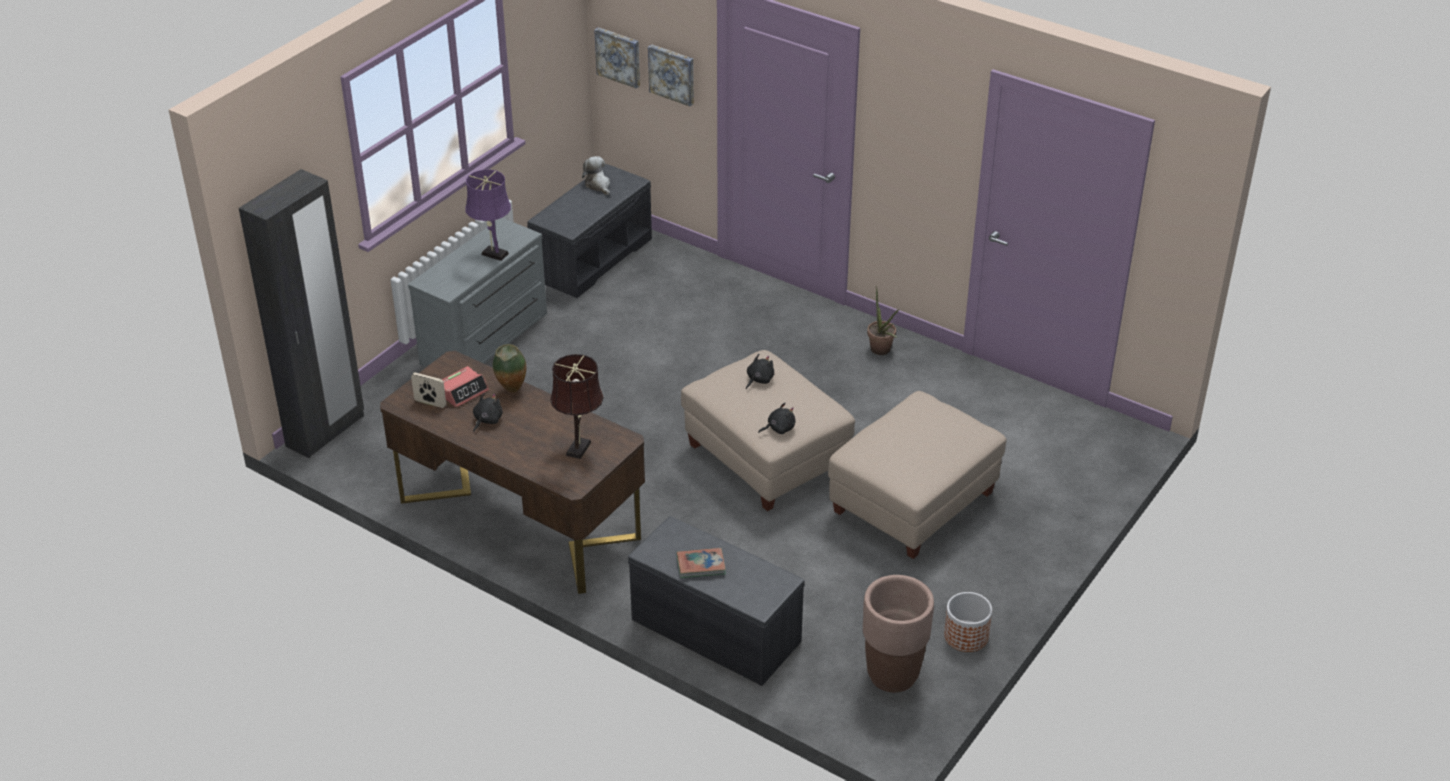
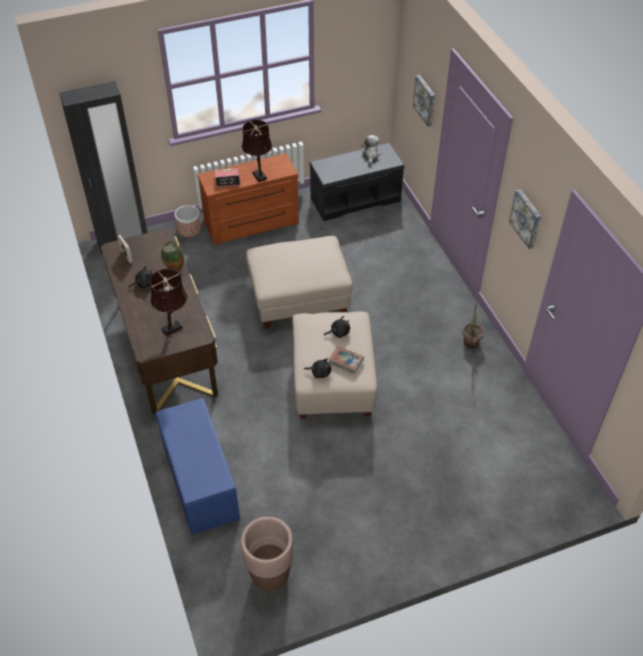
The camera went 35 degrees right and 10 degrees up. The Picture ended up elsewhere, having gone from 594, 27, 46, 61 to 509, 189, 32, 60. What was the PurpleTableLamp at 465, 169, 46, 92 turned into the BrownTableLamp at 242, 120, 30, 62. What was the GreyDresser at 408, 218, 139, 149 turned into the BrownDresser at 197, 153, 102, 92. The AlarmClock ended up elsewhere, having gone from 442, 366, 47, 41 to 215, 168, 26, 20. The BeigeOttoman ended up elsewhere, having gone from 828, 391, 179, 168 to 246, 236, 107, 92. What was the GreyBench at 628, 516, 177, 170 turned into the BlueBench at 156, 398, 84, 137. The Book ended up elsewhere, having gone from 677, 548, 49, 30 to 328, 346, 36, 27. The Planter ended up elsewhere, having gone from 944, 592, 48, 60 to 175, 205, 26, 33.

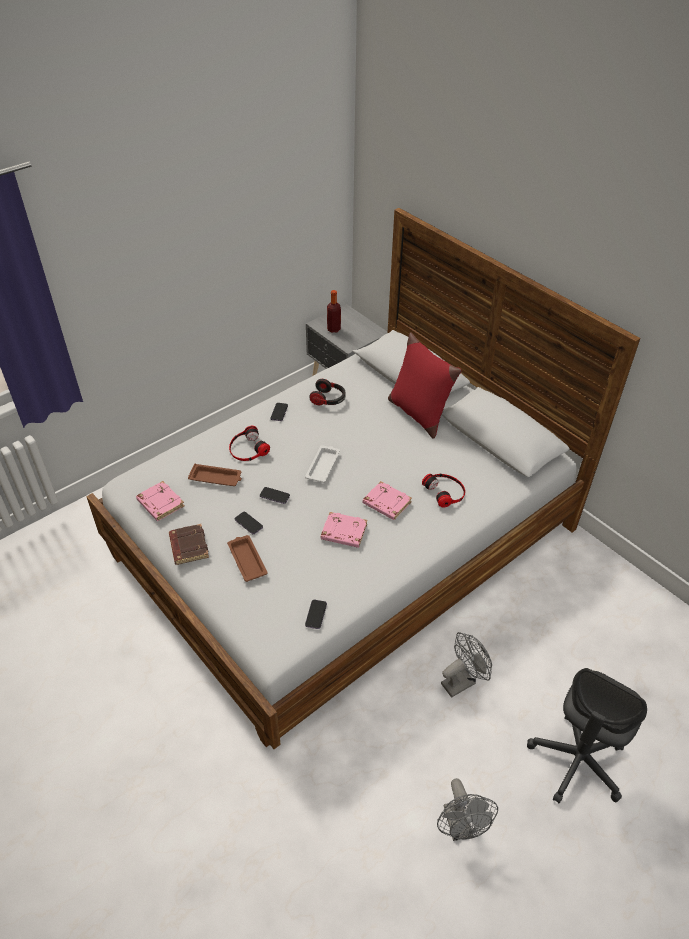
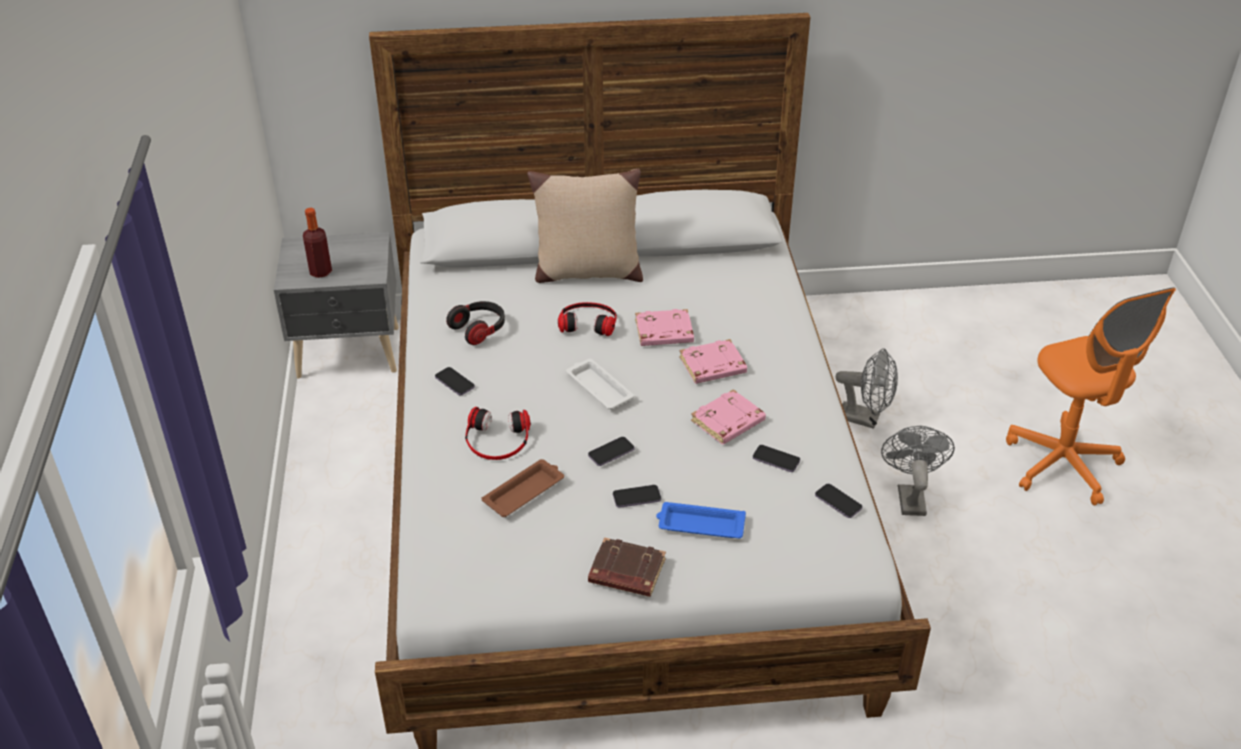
The camera went 55 degrees left and 5 degrees down. What was the RedPillow at 388, 332, 73, 107 turned into the BeigePillow at 527, 169, 116, 114. The Headphones ended up elsewhere, having gone from 422, 474, 43, 33 to 558, 302, 59, 34. The PinkBook ended up elsewhere, having gone from 136, 481, 48, 40 to 635, 309, 59, 37. What was the BrownTray at 227, 535, 40, 47 turned into the BlueTray at 656, 502, 90, 36. What was the GreyOfficeChair at 527, 668, 120, 135 turned into the OrangeOfficeChair at 1006, 287, 170, 218. The GreyFan ended up elsewhere, having gone from 437, 778, 61, 63 to 836, 348, 62, 81. The second view gained the Phone at 753, 445, 47, 27.

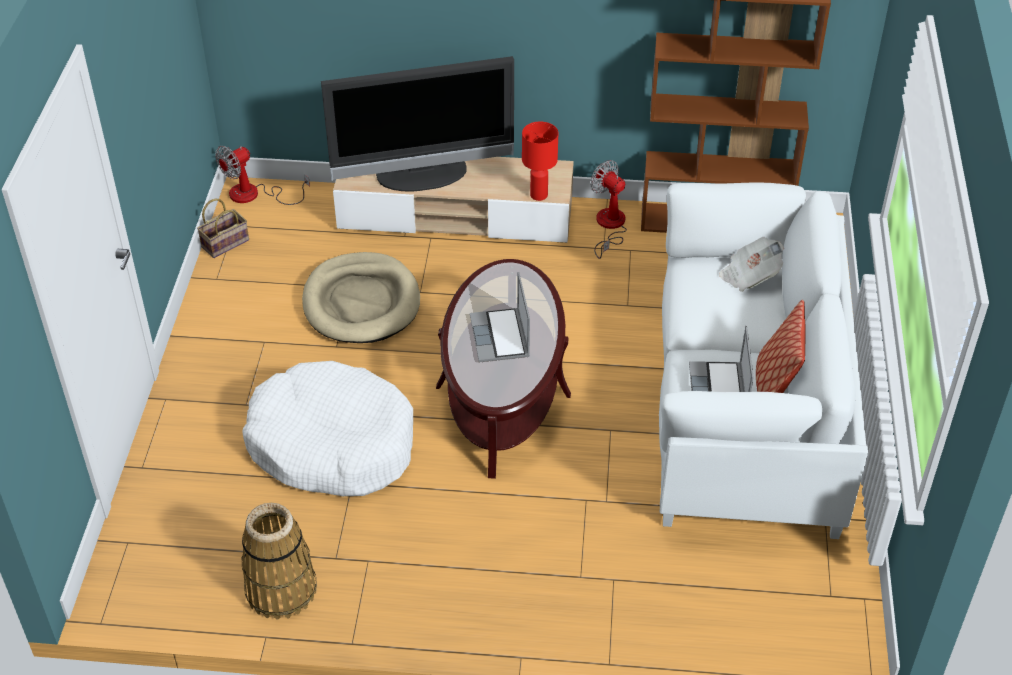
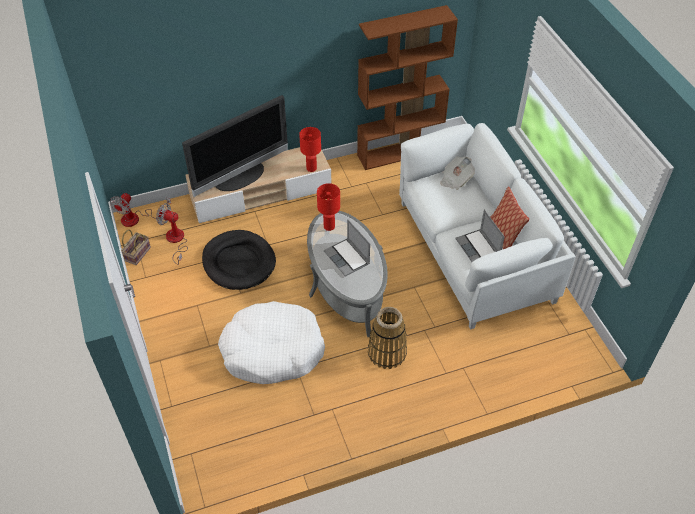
The camera went 25 degrees left and 5 degrees up. The Fan ended up elsewhere, having gone from 590, 160, 37, 99 to 156, 203, 32, 62. What was the BeigeDogBed at 302, 252, 118, 91 turned into the BlackDogBed at 202, 230, 74, 60. What was the BrownCoffeeTable at 436, 259, 135, 220 turned into the GreyCoffeeTable at 307, 211, 81, 126. The Basket ended up elsewhere, having gone from 242, 503, 75, 117 to 368, 307, 39, 62. The second view gained the RedTableLamp at 317, 183, 23, 48.

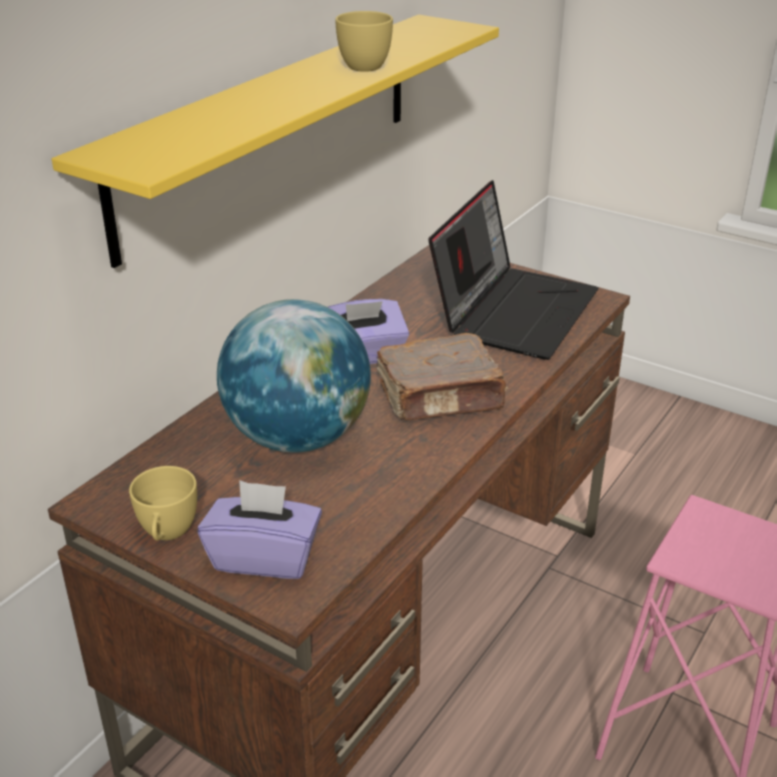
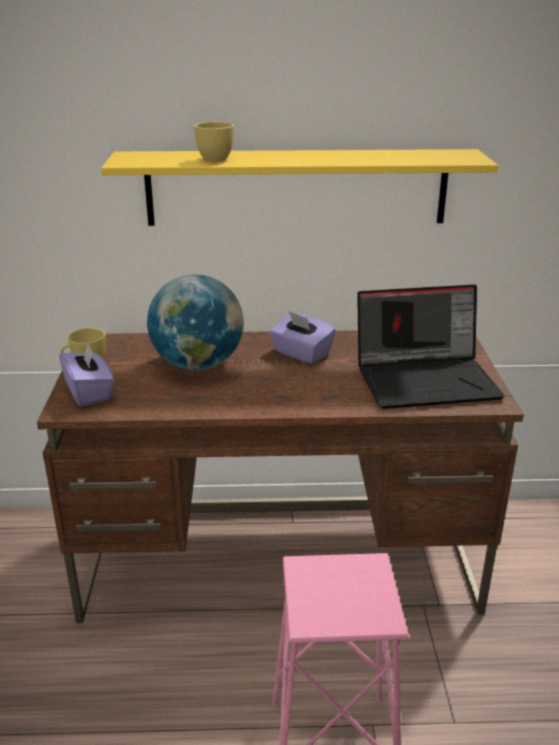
The camera went 55 degrees right and 5 degrees down. The YellowCup ended up elsewhere, having gone from 335, 11, 58, 61 to 194, 122, 40, 40. The second view lost the BrownBook at 377, 333, 131, 87.

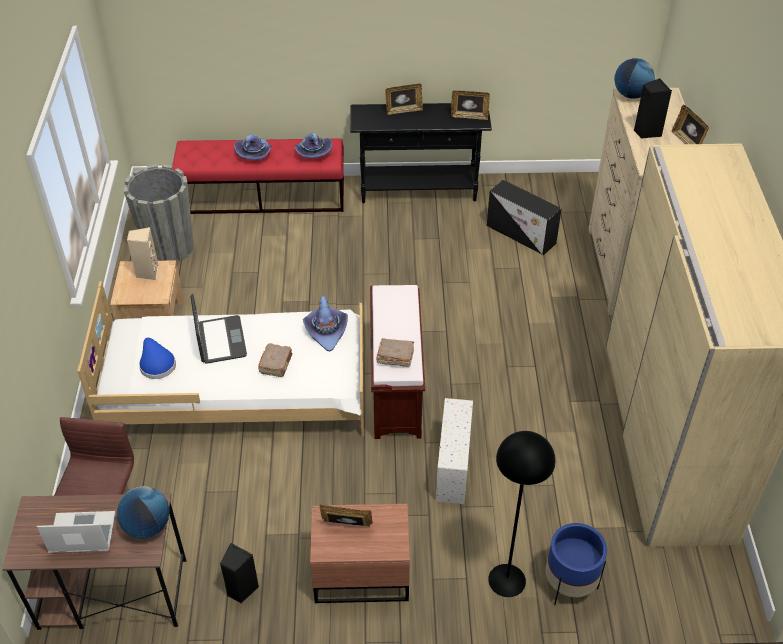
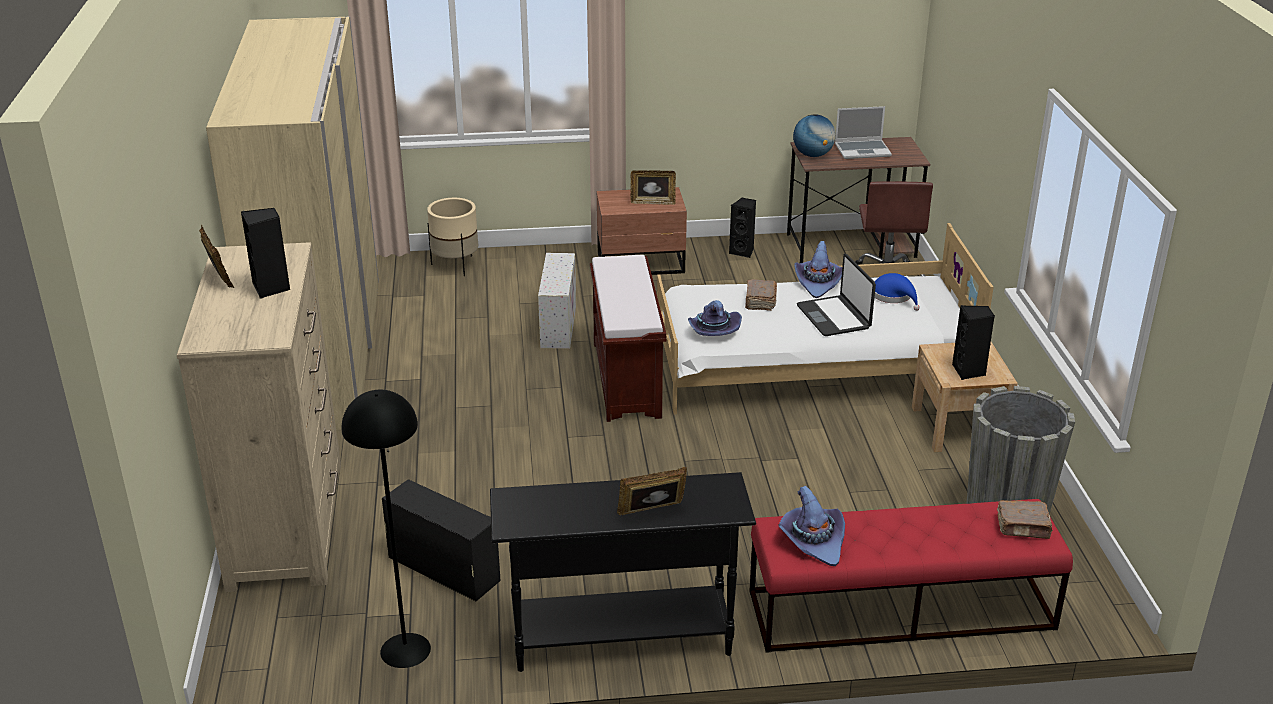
The camera went 175 degrees right and 15 degrees down. The second view lost the Globe at 614, 58, 41, 41. The second view lost the PictureFrame at 451, 91, 39, 29. The PurpleHat ended up elsewhere, having gone from 234, 134, 38, 26 to 794, 241, 48, 57. What was the BeigeSpeaker at 127, 227, 32, 54 turned into the BlackSpeaker at 952, 305, 43, 75. The BrownBook ended up elsewhere, having gone from 376, 338, 38, 29 to 997, 500, 56, 39. The BlackFloorLamp ended up elsewhere, having gone from 488, 431, 67, 166 to 342, 390, 89, 278. What was the BluePlanter at 546, 523, 61, 82 turned into the BeigePlanter at 427, 198, 51, 78.

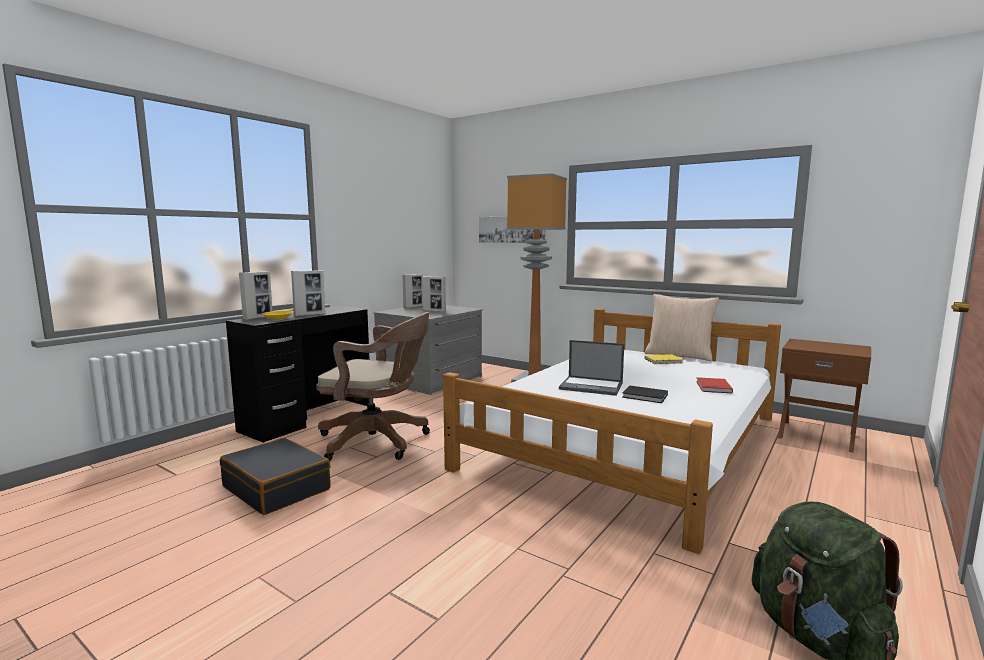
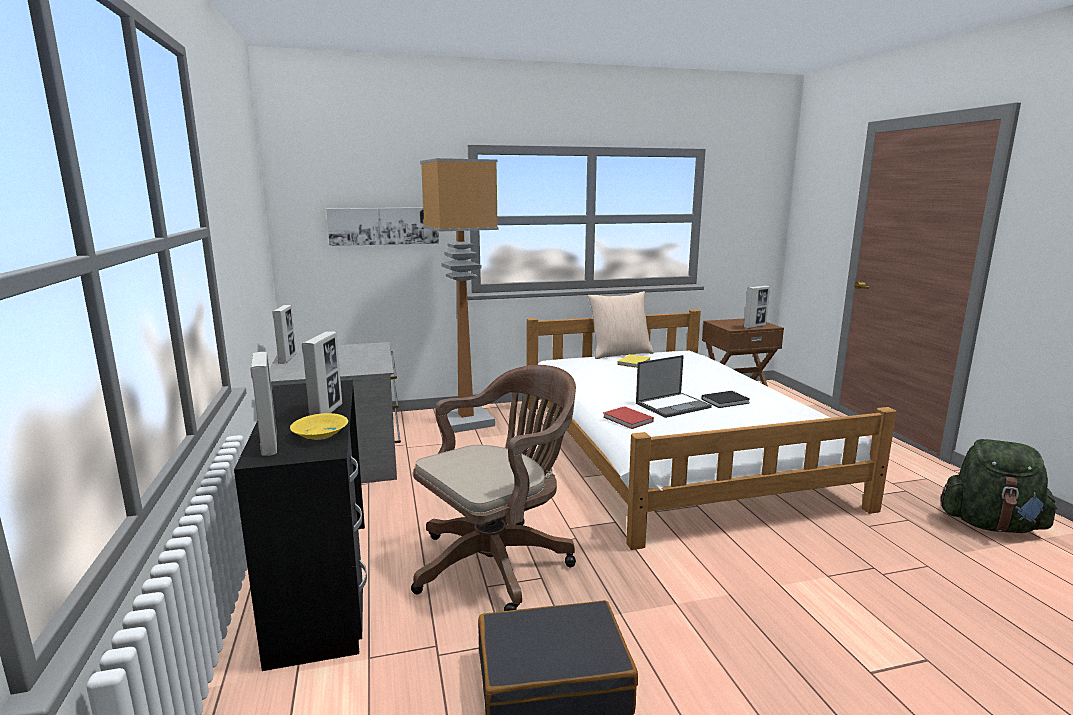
The camera went 50 degrees left and 5 degrees up. The PictureFrame ended up elsewhere, having gone from 422, 276, 24, 36 to 744, 286, 26, 43. The RedBook ended up elsewhere, having gone from 696, 377, 37, 17 to 603, 406, 51, 23.

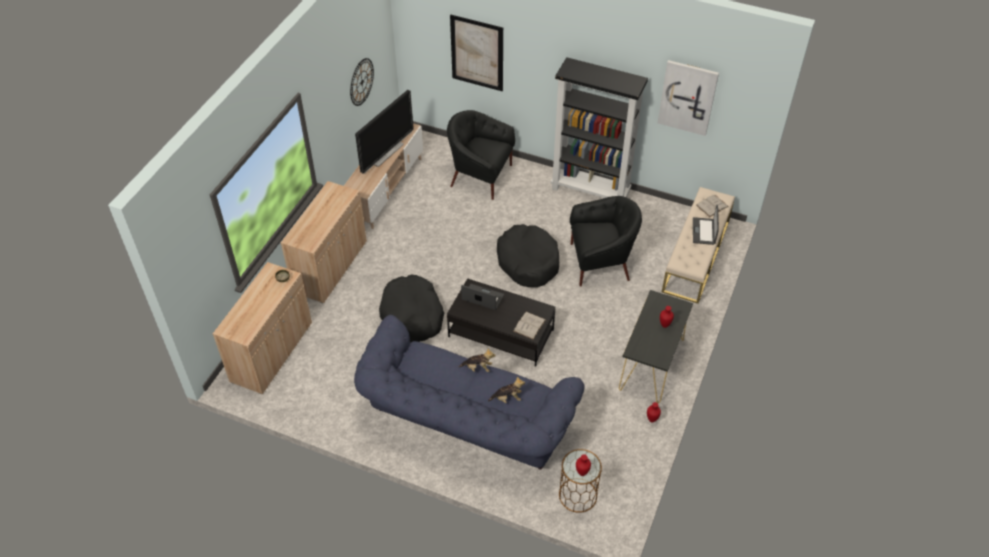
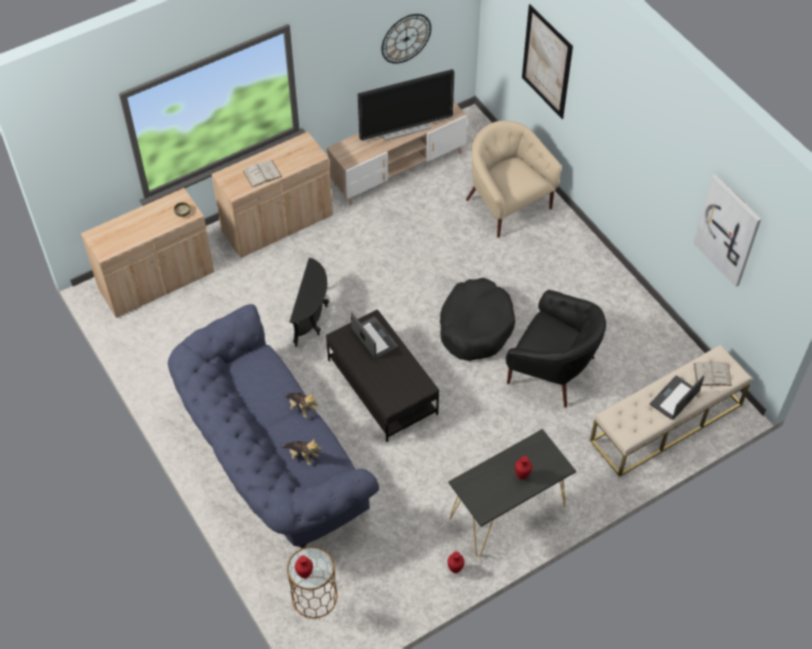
The camera went 35 degrees right and 5 degrees up. The second view lost the BlackBookcase at 551, 57, 97, 141. What was the BlackArmchair at 447, 110, 68, 90 turned into the BeigeArmchair at 466, 120, 96, 118. Where the BlackDogBed stood at 379, 275, 65, 68, the BlackSideTable came to stand at 290, 258, 39, 89. The WhiteBook ended up elsewhere, having gone from 514, 312, 32, 27 to 243, 160, 39, 28.

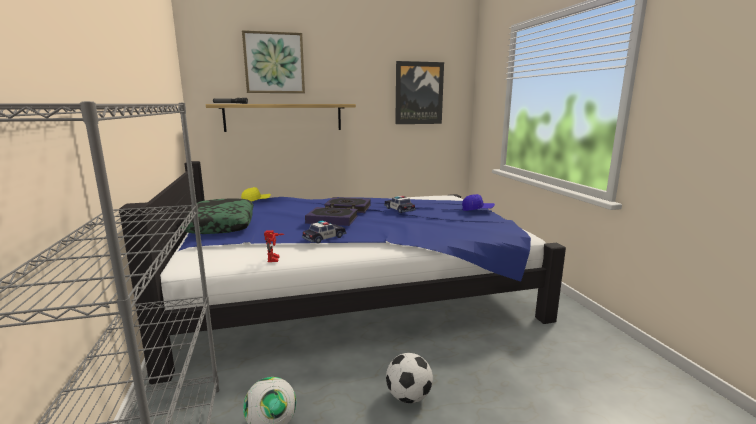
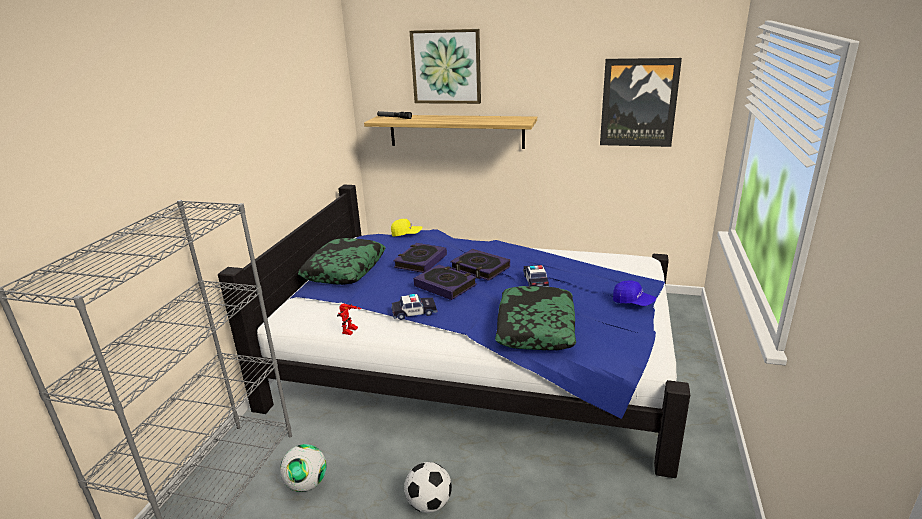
The camera went 30 degrees right and 10 degrees up. The second view gained the Book at 393, 243, 54, 30. The second view gained the Pillow at 495, 286, 81, 64.

